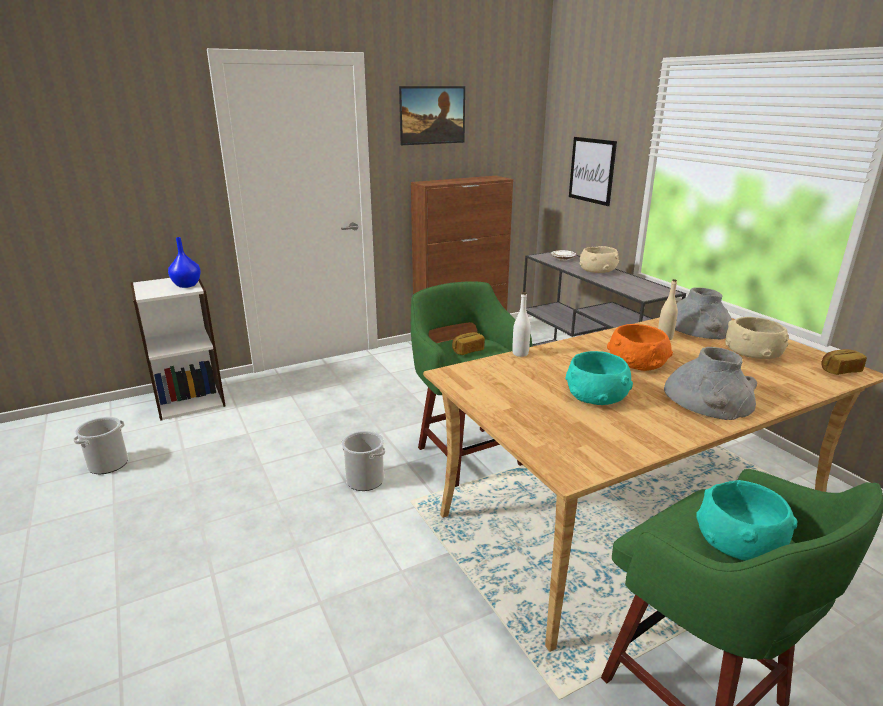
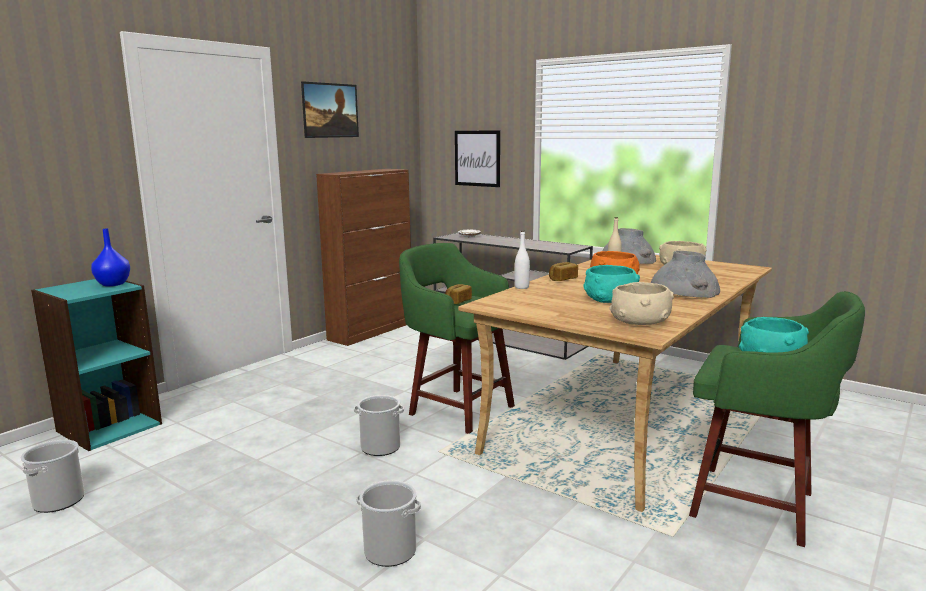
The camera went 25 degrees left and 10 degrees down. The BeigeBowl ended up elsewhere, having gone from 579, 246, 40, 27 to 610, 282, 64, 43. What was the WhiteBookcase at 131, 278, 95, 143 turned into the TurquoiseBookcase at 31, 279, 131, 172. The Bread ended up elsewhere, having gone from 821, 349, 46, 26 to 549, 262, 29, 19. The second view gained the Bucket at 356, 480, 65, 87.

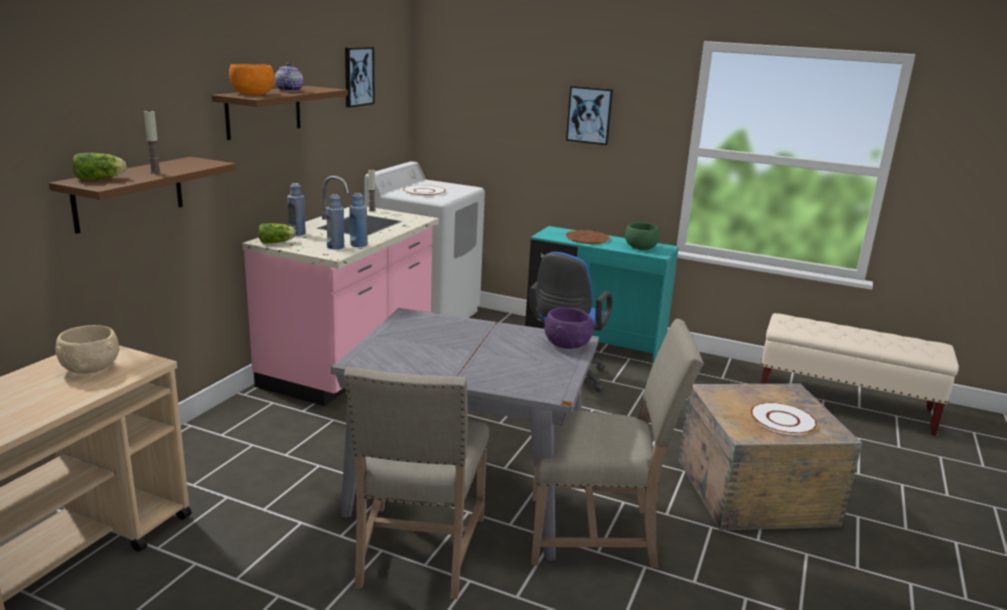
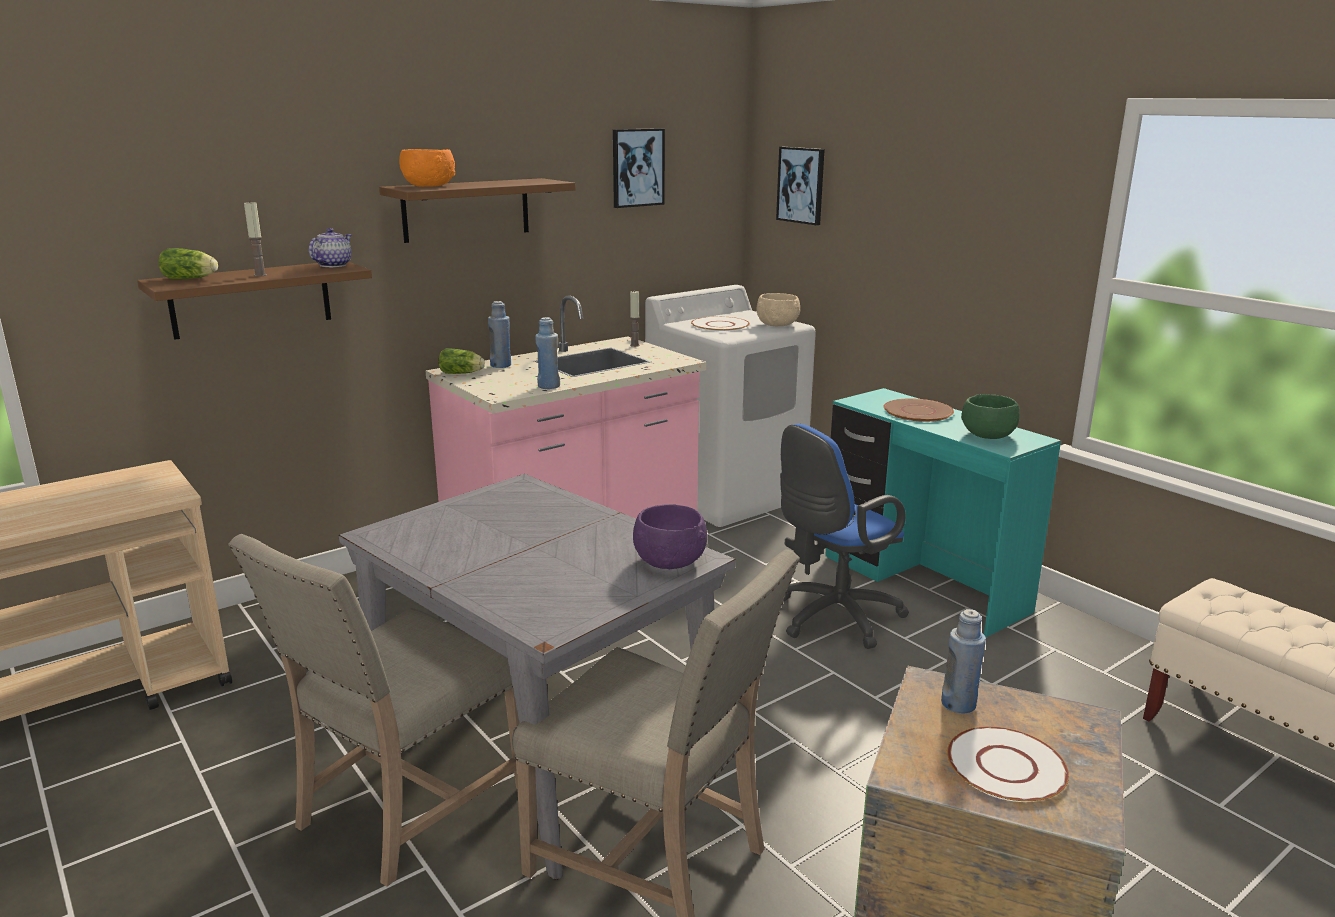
The camera went 30 degrees right and 0 degrees up. The Teapot ended up elsewhere, having gone from 275, 63, 28, 28 to 309, 228, 43, 39. The Picture ended up elsewhere, having gone from 566, 86, 47, 59 to 776, 147, 49, 78. The BlueBottle ended up elsewhere, having gone from 326, 194, 18, 56 to 941, 609, 45, 104. The BeigeBowl ended up elsewhere, having gone from 55, 325, 65, 49 to 757, 293, 43, 34.

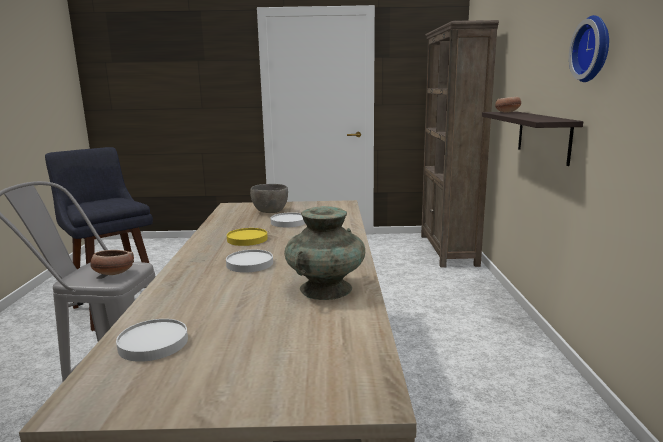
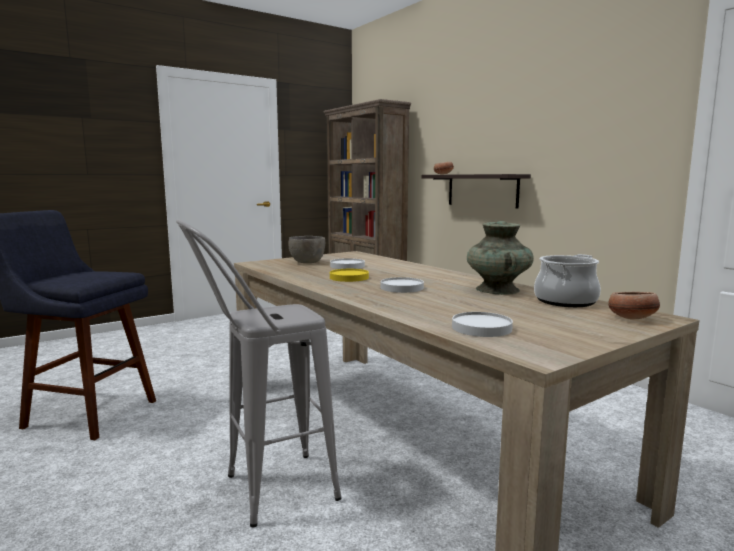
The camera went 35 degrees left and 5 degrees down. The second view lost the WallClock at 569, 15, 40, 67. The Bowl ended up elsewhere, having gone from 90, 250, 44, 25 to 608, 291, 52, 28. The second view gained the CookingPot at 534, 254, 67, 53.

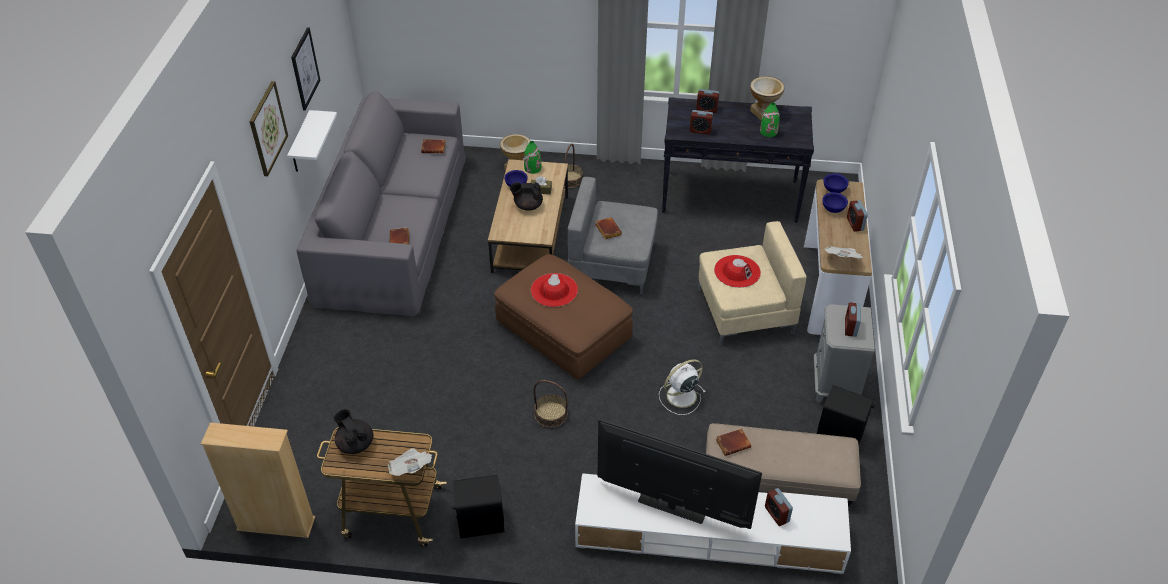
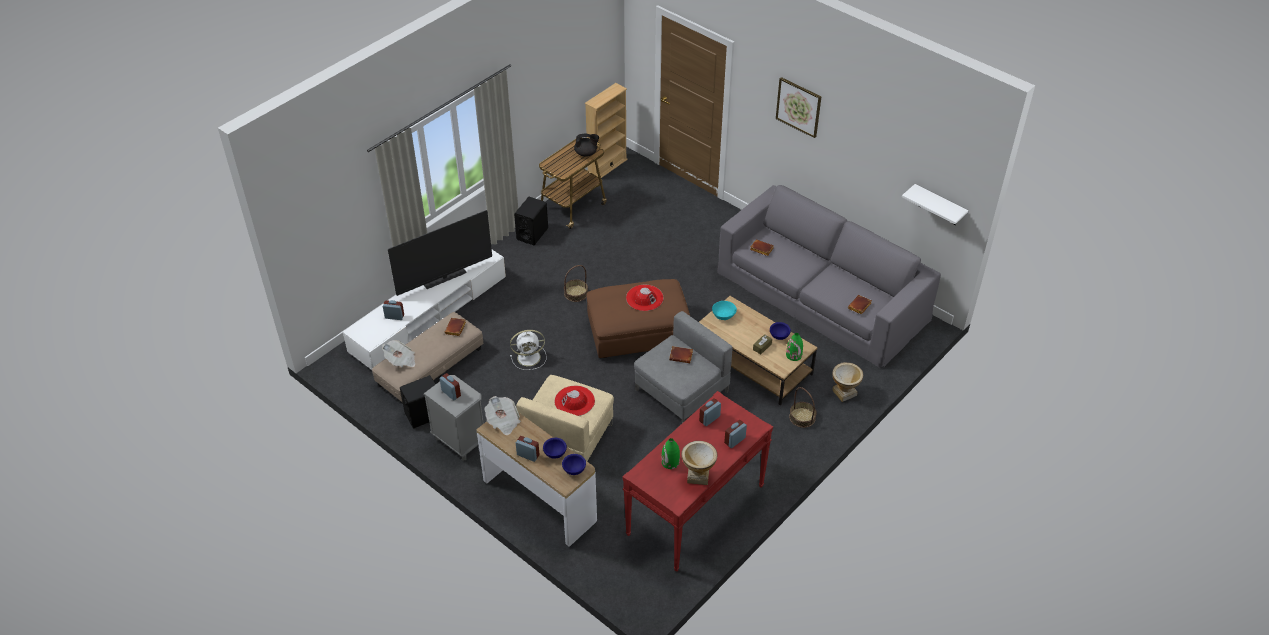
The camera went 125 degrees right and 0 degrees up. The second view lost the Picture at 291, 27, 29, 84. What was the BlackConsoleTable at 662, 97, 152, 125 turned into the RedConsoleTable at 622, 391, 151, 181. The WhiteShelf ended up elsewhere, having gone from 287, 110, 50, 62 to 902, 184, 66, 41. The second view lost the BlackTeapot at 510, 182, 33, 29. The WhiteFan at 659, 359, 46, 56 ended up facing another way, 75 degrees clockwise from before. The Newspaper ended up elsewhere, having gone from 388, 448, 44, 28 to 382, 340, 33, 27. The second view gained the TurquoiseBowl at 712, 301, 25, 19.

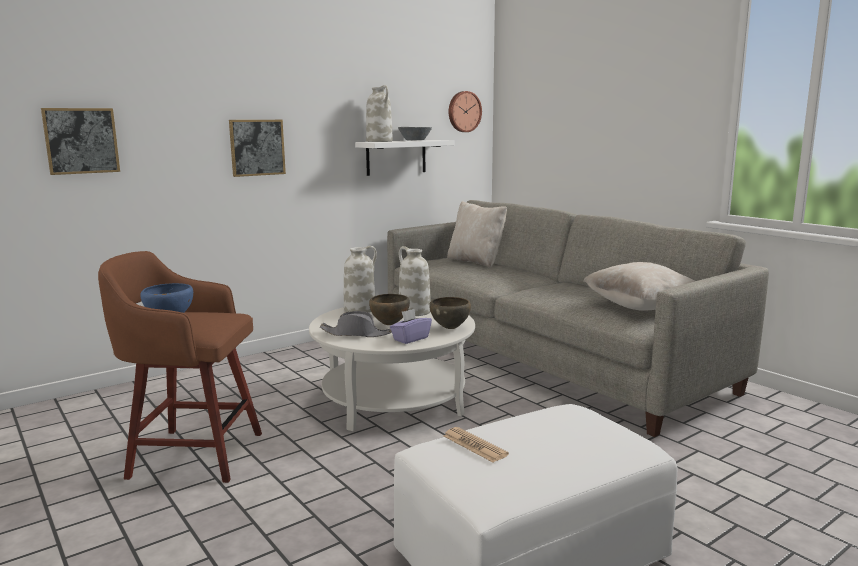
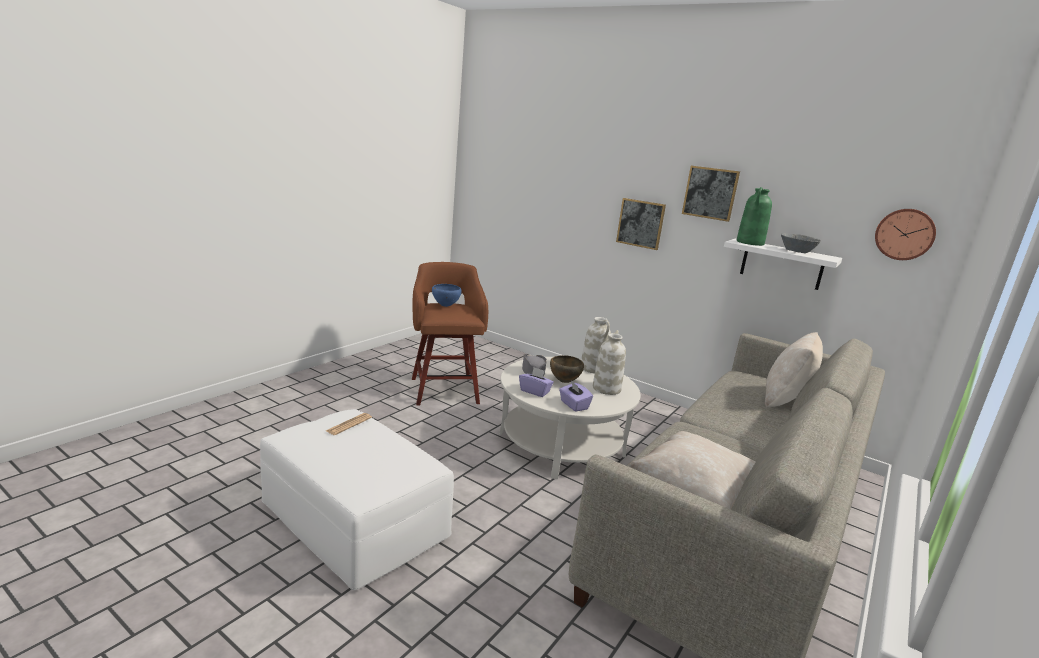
The camera went 70 degrees right and 5 degrees up. What was the WhiteVase at 366, 85, 27, 57 turned into the GreenVase at 737, 187, 35, 59. The Picture ended up elsewhere, having gone from 41, 108, 79, 67 to 682, 166, 58, 56. Where the BrownBowl stood at 429, 297, 42, 32, the PurpleTissueBox came to stand at 559, 381, 34, 31.

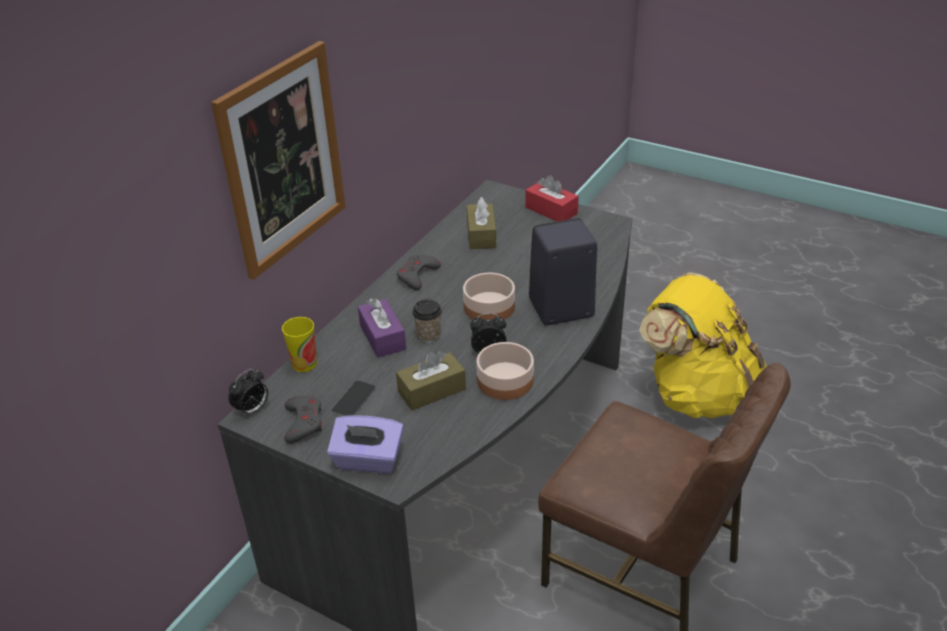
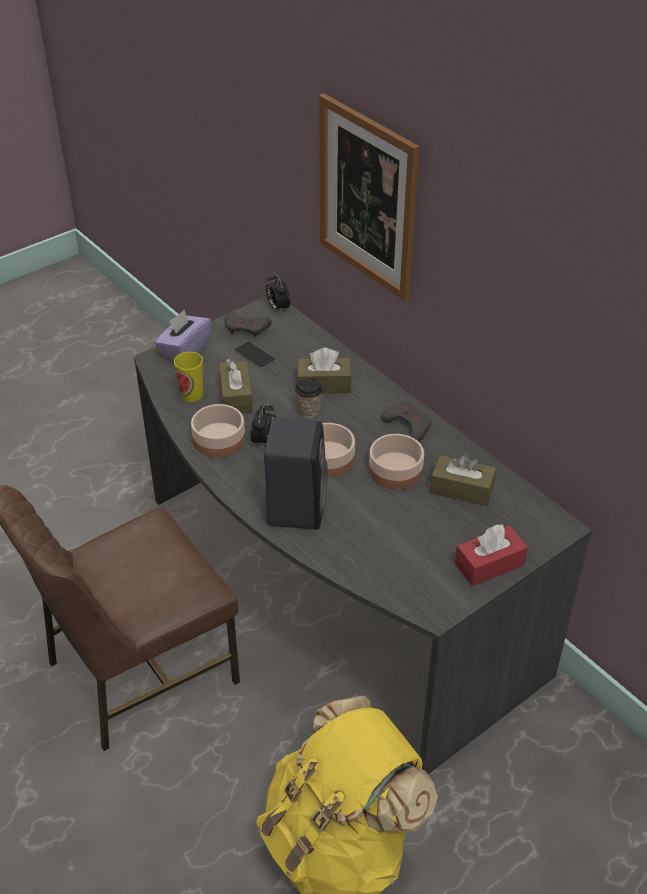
The camera went 110 degrees right and 5 degrees up. What was the PurpleTissueBox at 358, 298, 48, 60 turned into the BrownTissueBox at 297, 348, 54, 46. The Cup ended up elsewhere, having gone from 282, 317, 35, 55 to 174, 352, 29, 50. The second view gained the Bowl at 369, 434, 55, 55.

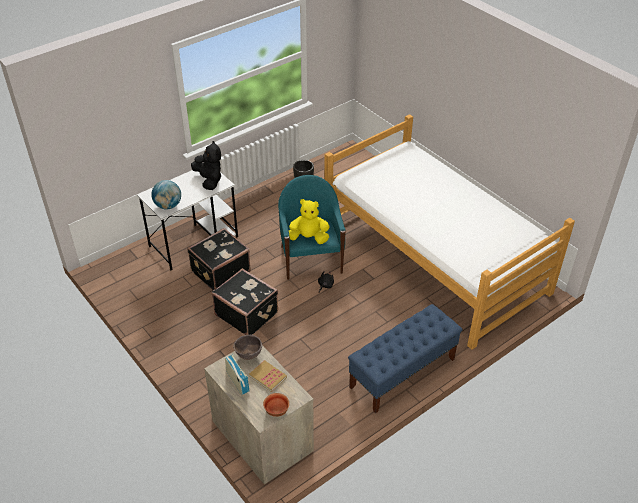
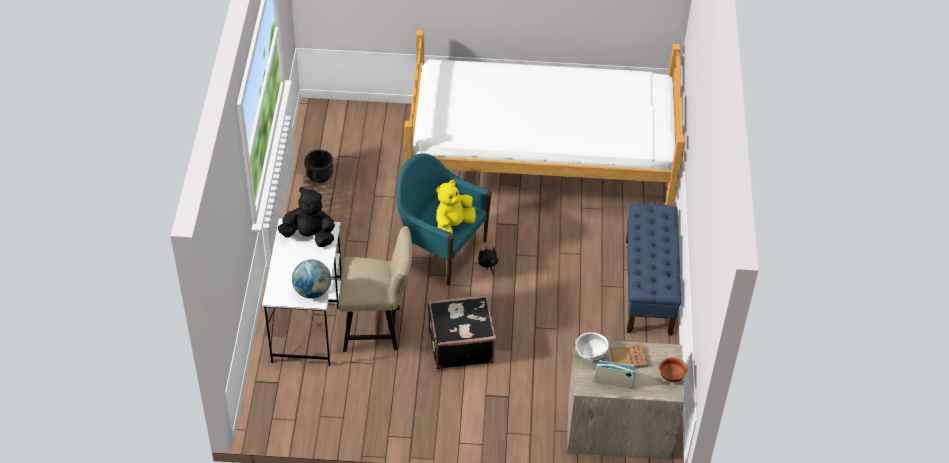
The camera went 50 degrees left and 5 degrees up. Where the BlackSuitcase stood at 187, 228, 64, 63, the BeigeChair came to stand at 338, 226, 74, 126. What was the BrownBowl at 233, 335, 29, 25 turned into the WhiteBowl at 575, 332, 34, 29.

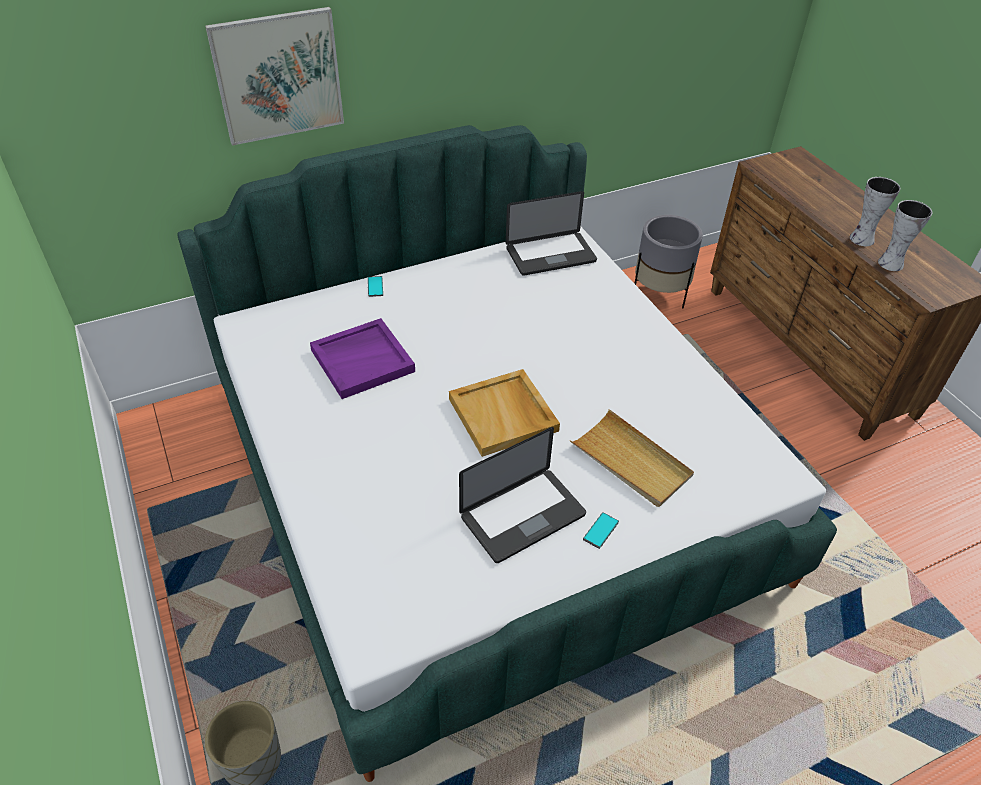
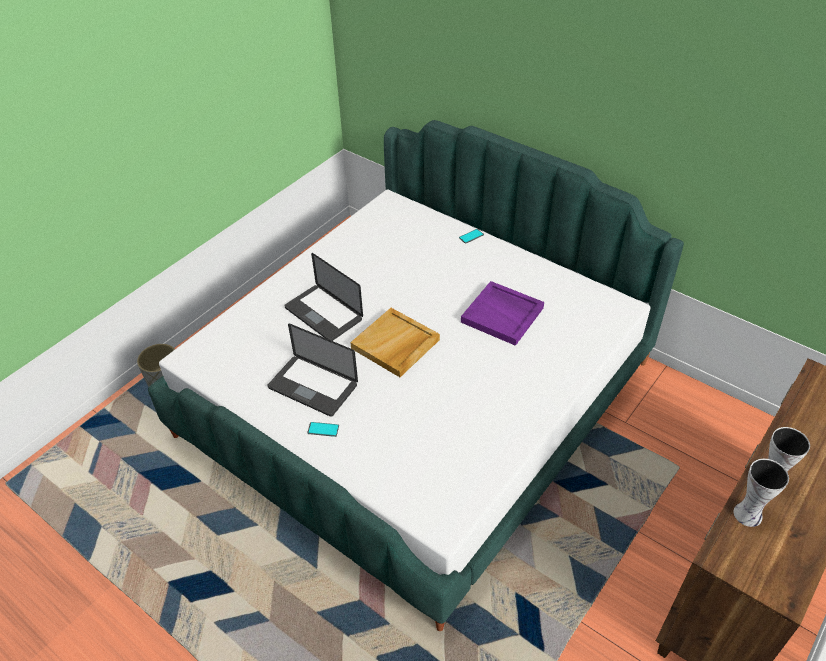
The camera went 65 degrees right and 0 degrees up. The second view lost the Picture at 205, 7, 139, 139. The Laptop ended up elsewhere, having gone from 506, 191, 91, 85 to 284, 253, 79, 88. The second view lost the GreyPlanter at 634, 215, 69, 93. The PurpleTray ended up elsewhere, having gone from 310, 318, 105, 81 to 461, 281, 83, 65. The second view lost the BeigeTray at 570, 409, 124, 98.

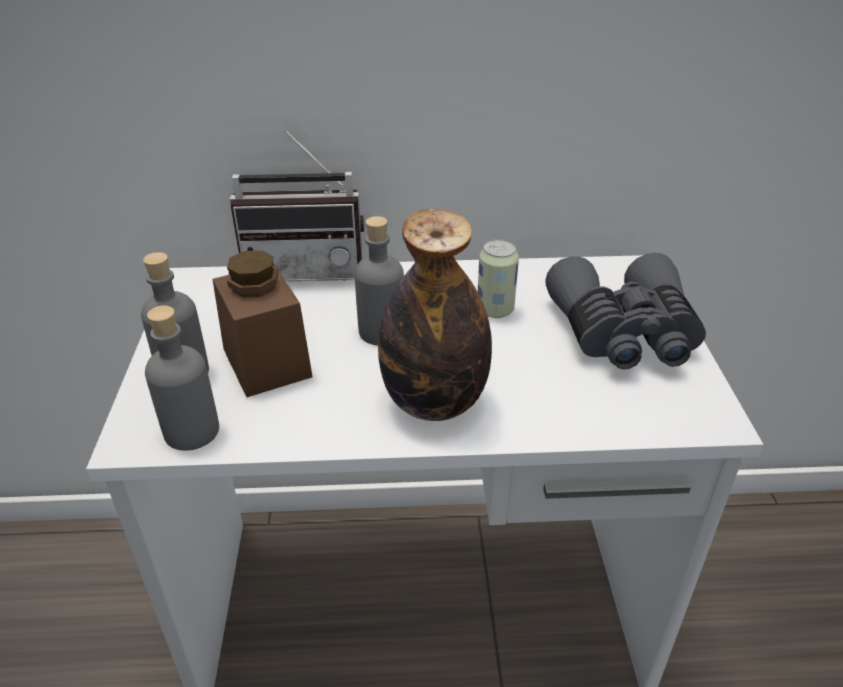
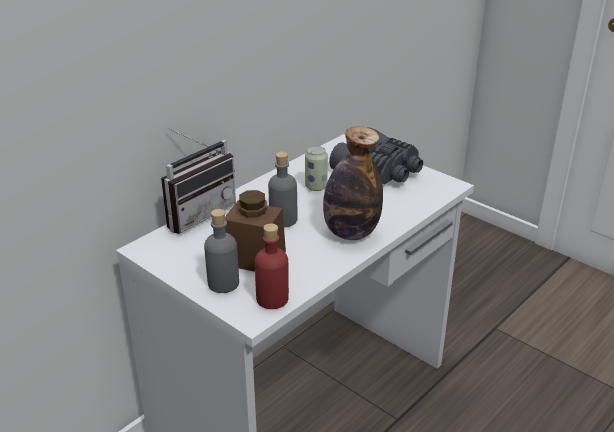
The camera went 45 degrees left and 5 degrees down. What was the GreyBottle at 145, 305, 74, 146 turned into the RedBottle at 255, 223, 34, 86.

